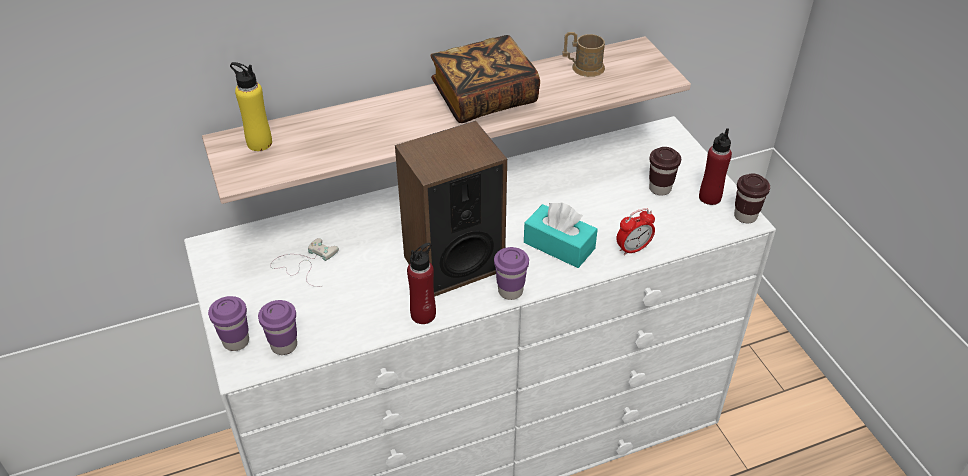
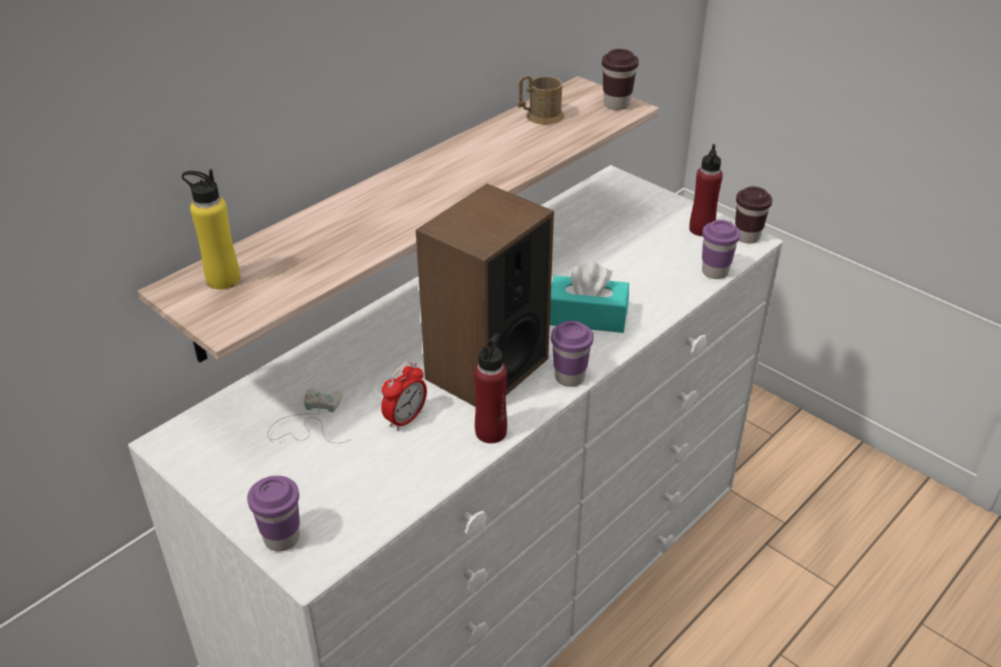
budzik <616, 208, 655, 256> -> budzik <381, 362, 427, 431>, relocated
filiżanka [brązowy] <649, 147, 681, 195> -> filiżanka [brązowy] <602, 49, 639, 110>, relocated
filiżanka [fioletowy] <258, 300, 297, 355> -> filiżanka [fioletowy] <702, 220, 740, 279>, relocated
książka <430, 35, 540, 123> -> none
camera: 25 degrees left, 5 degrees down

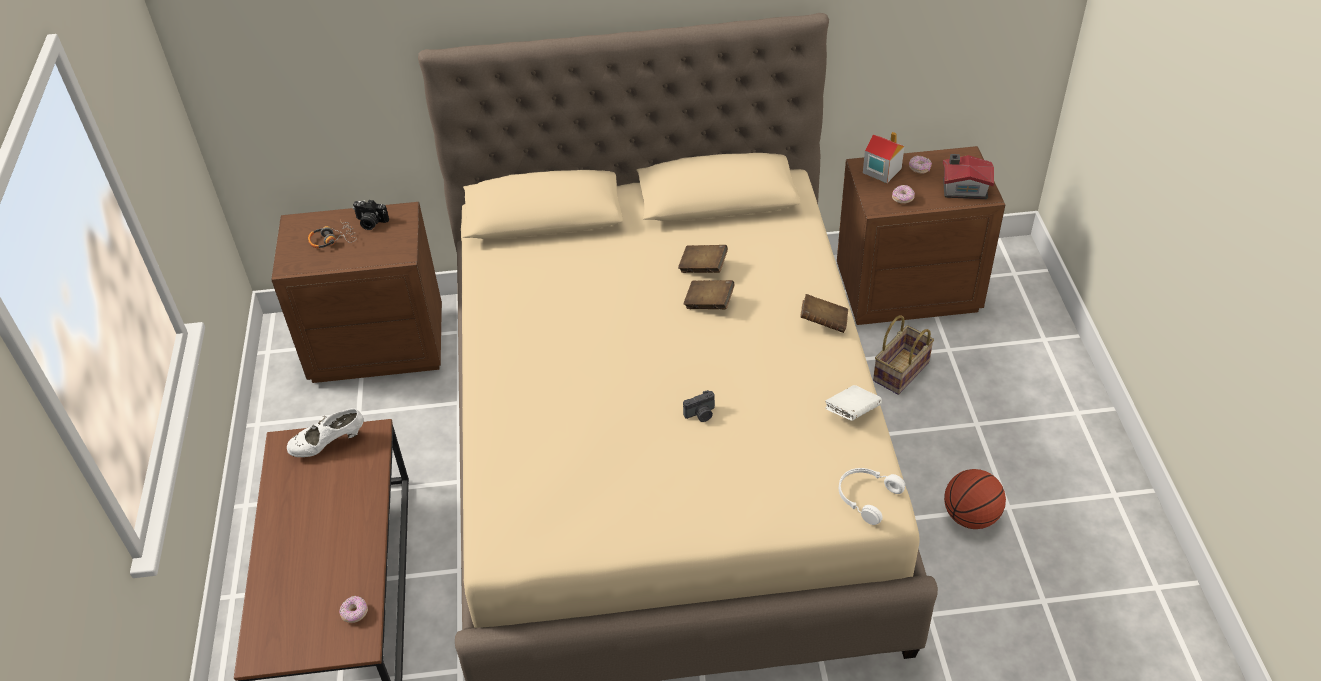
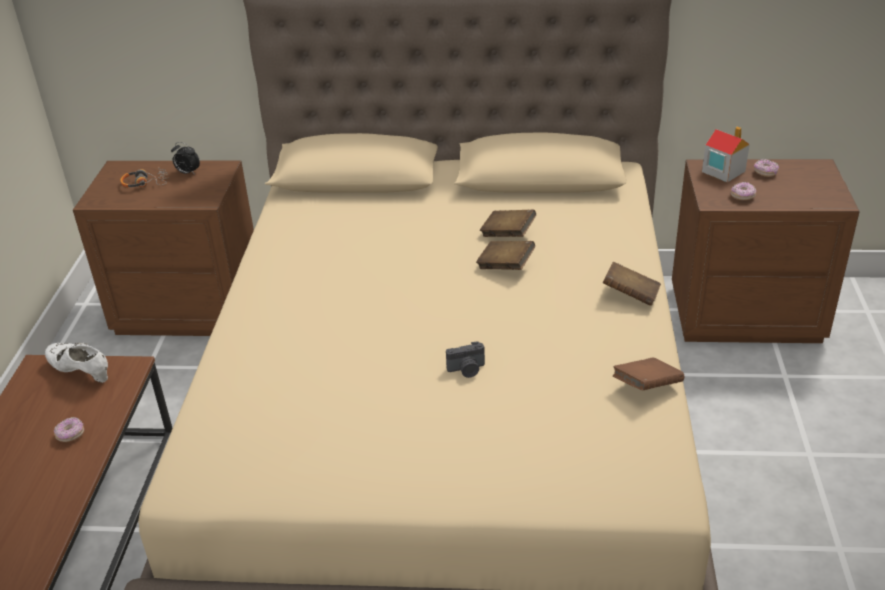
but [biały] <287, 408, 364, 457> -> but [biały] <45, 343, 108, 383>, 45 degrees clockwise
donut <339, 596, 368, 623> -> donut <54, 417, 84, 442>, relocated
aparat fotograficzny <353, 200, 389, 230> -> budzik <171, 142, 200, 175>
książka [biały] <825, 385, 882, 421> -> książka [brązowy] <612, 358, 684, 390>
słuchawki [biały] <839, 468, 905, 525> -> none
koszyk <873, 315, 934, 395> -> none
domek <943, 154, 994, 199> -> none
piłka do koszykówki <944, 469, 1006, 529> -> none
camera: 10 degrees right, 10 degrees down

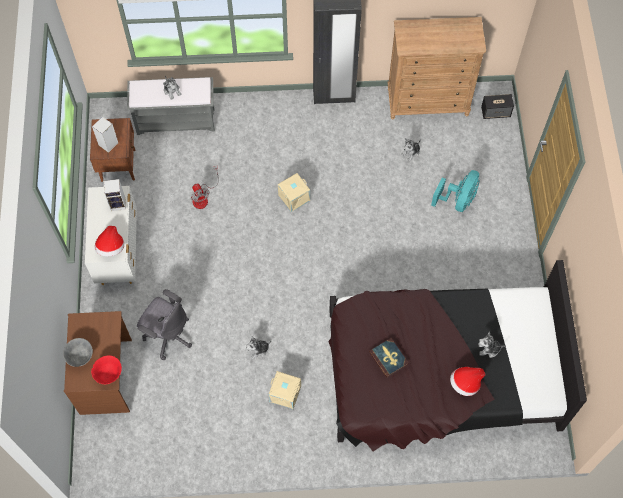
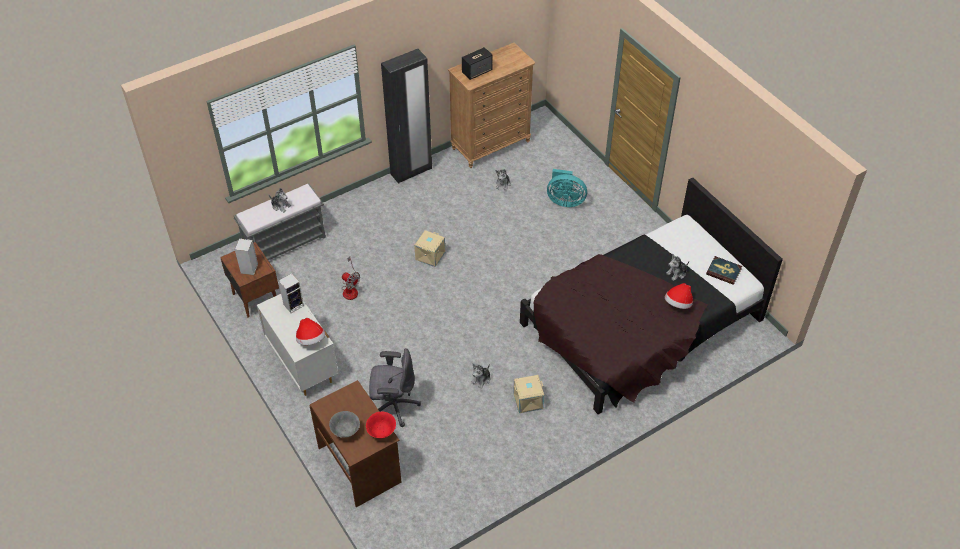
głośnik <481, 94, 514, 119> -> głośnik <462, 47, 493, 80>, relocated
wentylator [turkusowy] <431, 170, 479, 212> -> wentylator [turkusowy] <547, 169, 587, 207>, 105 degrees clockwise
książka <369, 338, 409, 378> -> książka <706, 256, 742, 285>, relocated
camera: 30 degrees left, 15 degrees down

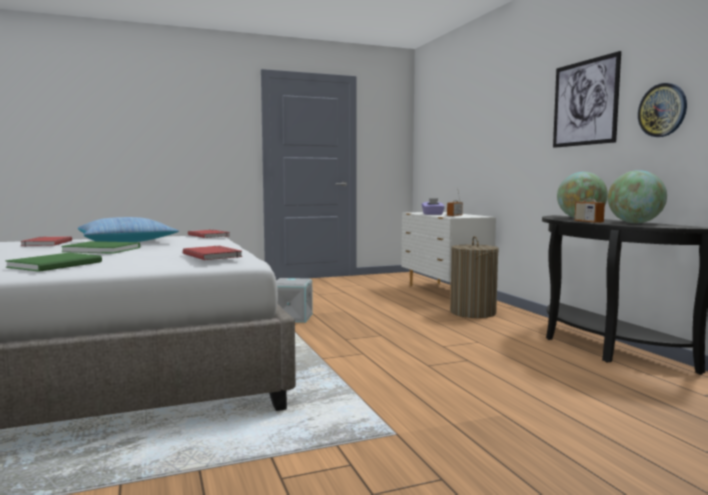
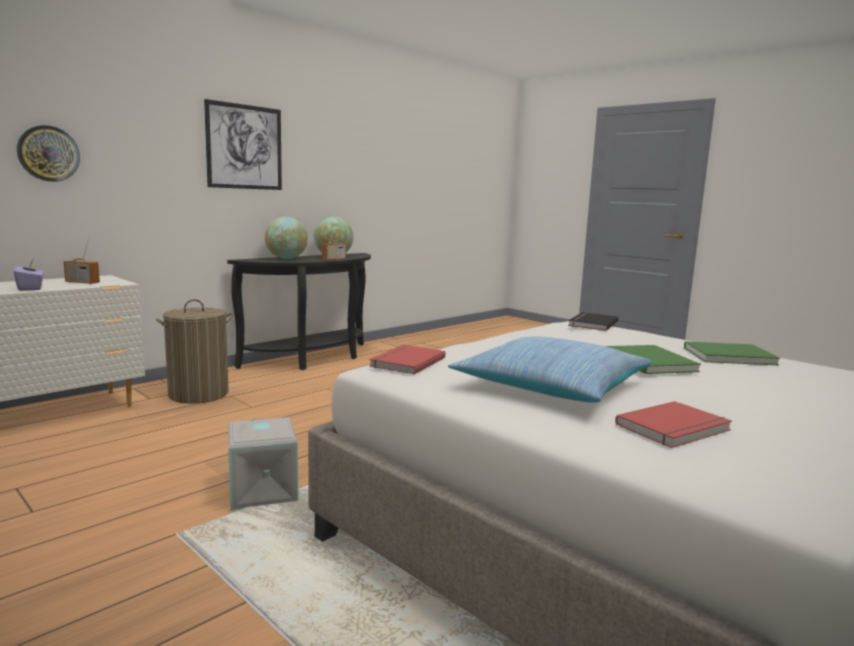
zegar ścienny <638, 83, 687, 137> -> zegar ścienny <17, 125, 80, 182>, relocated
książka [czerwony] <183, 246, 242, 260> -> książka [czarny] <568, 312, 619, 331>
camera: 115 degrees left, 5 degrees up

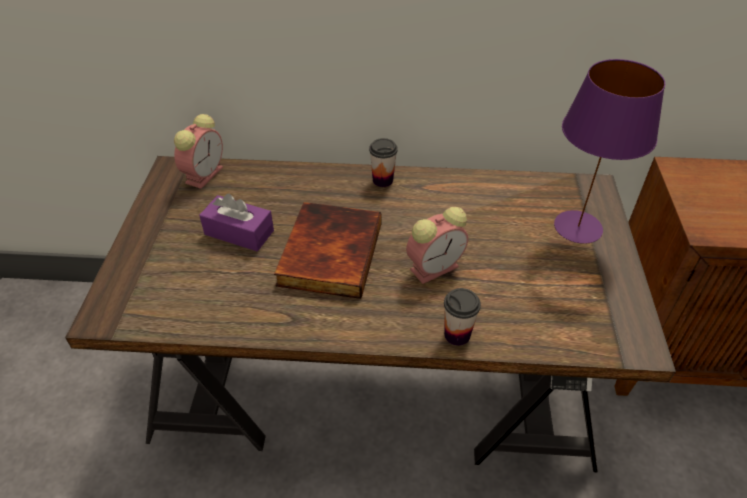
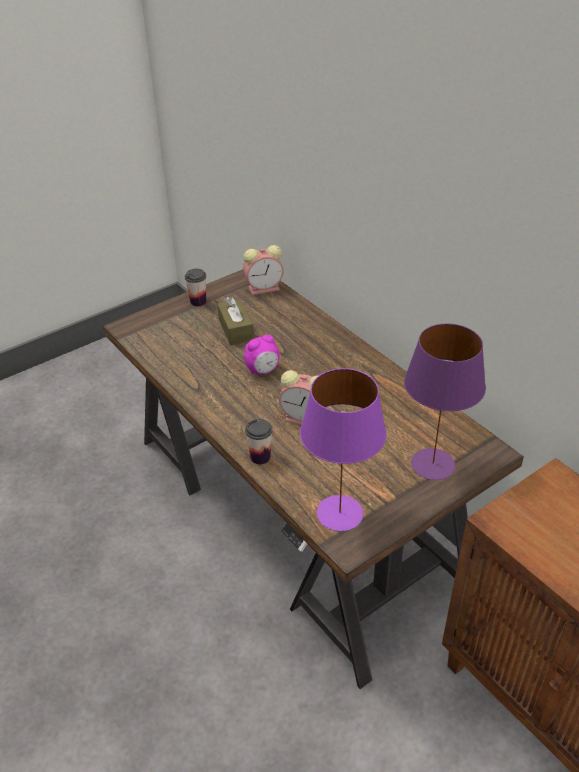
filiżanka <369, 138, 398, 187> -> filiżanka <185, 269, 206, 306>, relocated
pudełko chusteczek [fioletowy] <199, 194, 274, 252> -> pudełko chusteczek [brązowy] <217, 297, 254, 345>
książka <274, 202, 382, 299> -> budzik <244, 335, 280, 374>
none -> lampa stołowa [fioletowy] <300, 368, 386, 531>
camera: 50 degrees right, 5 degrees down

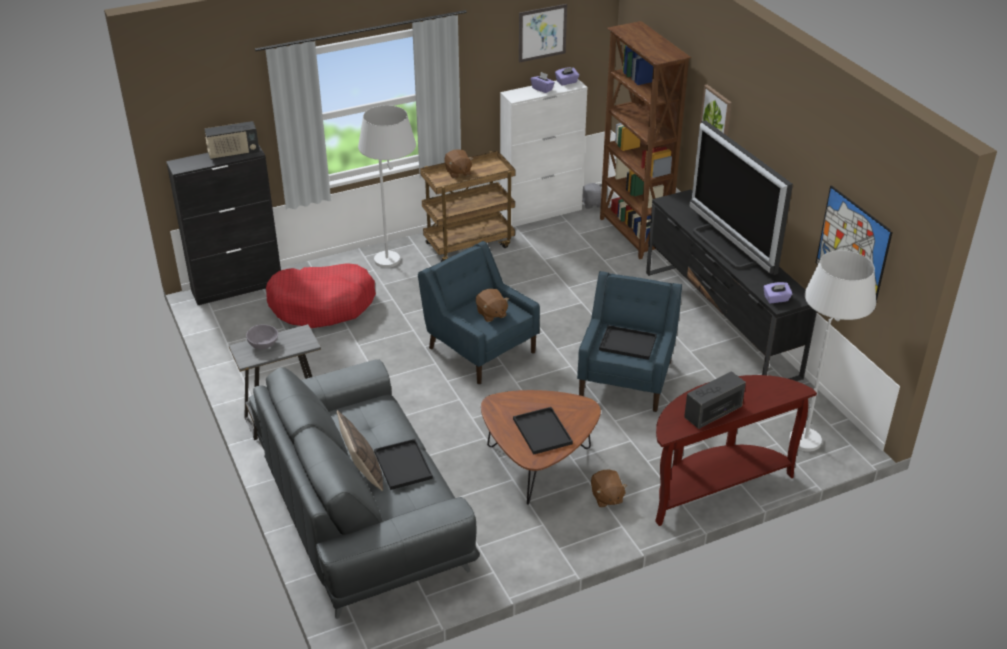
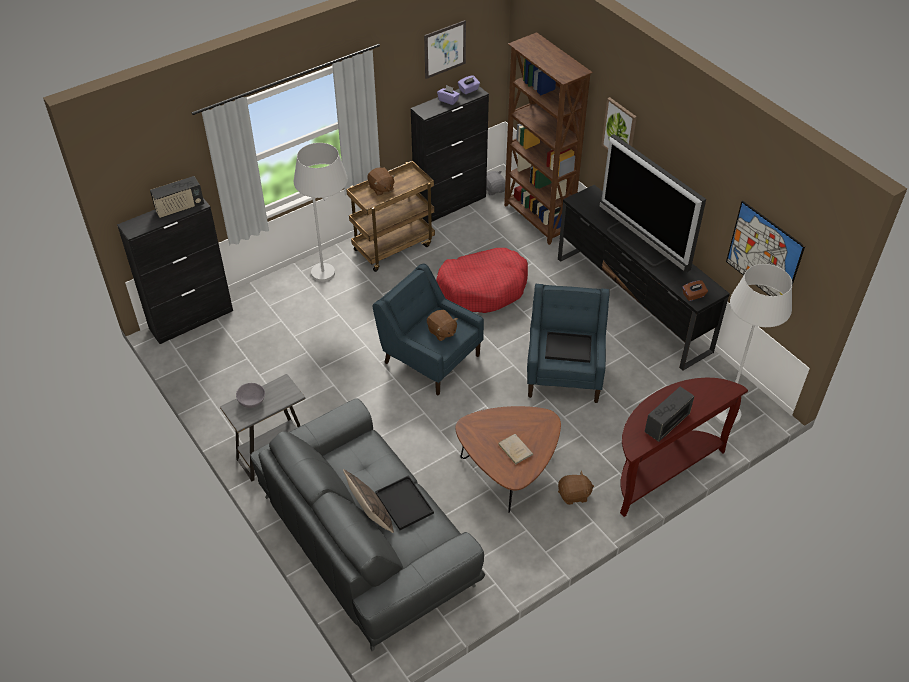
szafka [biały] <500, 79, 588, 227> -> szafka [czarny] <411, 86, 489, 223>
legowisko [czerwony] <266, 263, 376, 328> -> legowisko [czerwony] <436, 248, 528, 313>, relocated
taca [czarny] <513, 407, 573, 455> -> książka [beżowy] <497, 434, 533, 465>
pluszak [brązowy] <591, 470, 627, 507> -> pluszak [brązowy] <558, 471, 594, 505>, 75 degrees counterclockwise
pudełko chusteczek [fioletowy] <763, 282, 792, 303> -> pudełko chusteczek [brązowy] <683, 280, 708, 301>
camera: 10 degrees left, 10 degrees up

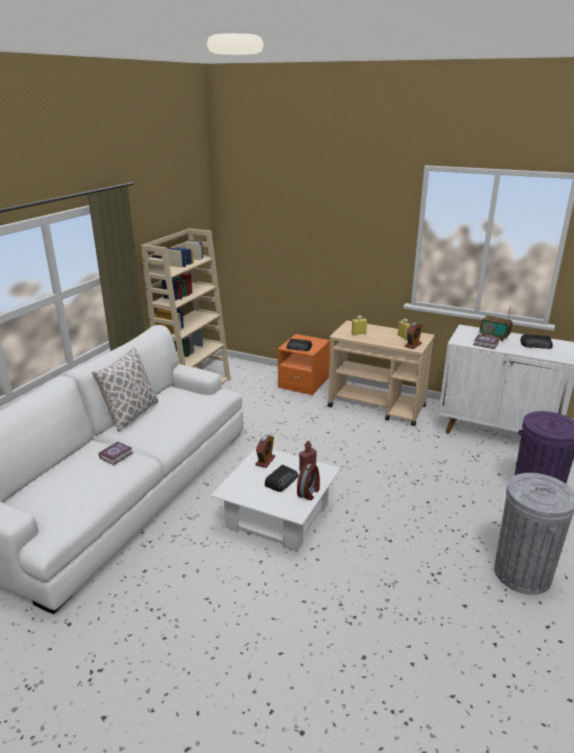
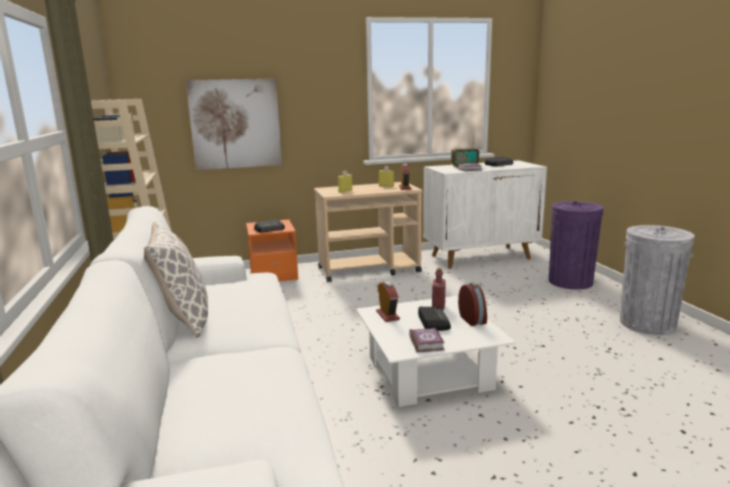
none -> obraz <186, 79, 282, 170>
książka <99, 442, 133, 465> -> książka <409, 328, 445, 353>, relocated
camera: 40 degrees left, 10 degrees down

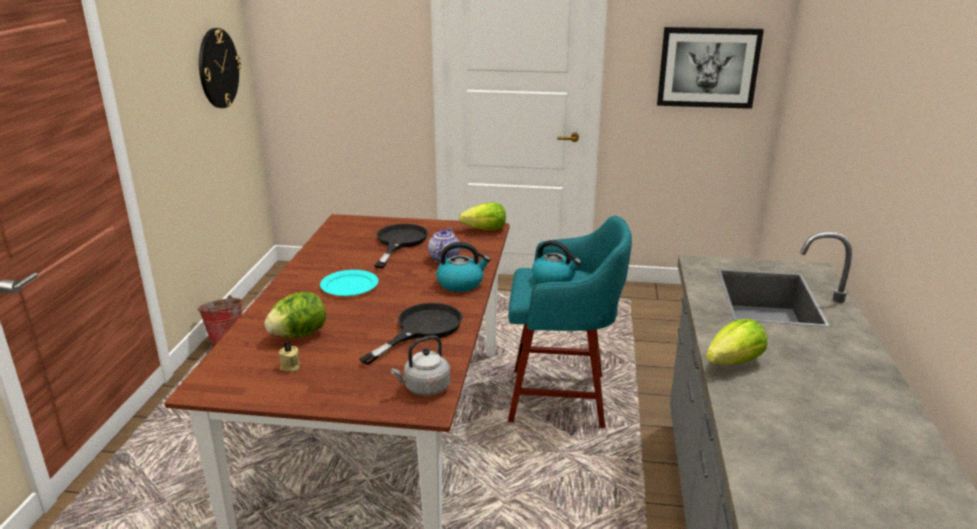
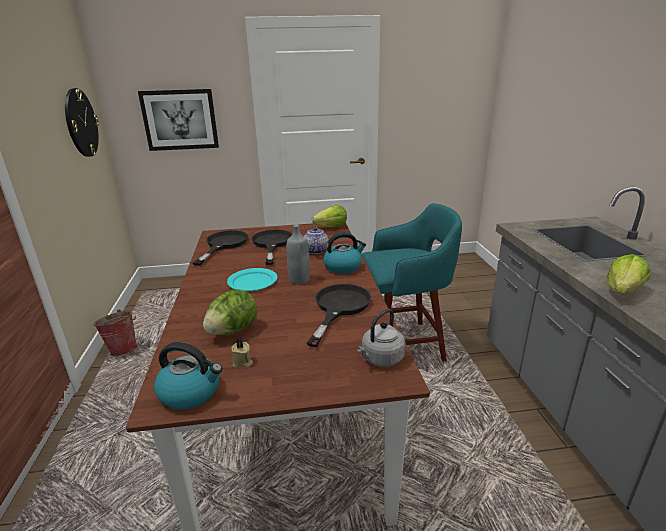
obraz <657, 27, 764, 109> -> obraz <138, 89, 219, 151>, relocated
czajnik <532, 240, 581, 283> -> czajnik <154, 342, 222, 410>, relocated
none -> patelnia [czarny] <193, 230, 248, 266>
none -> butelka [szary] <286, 225, 310, 285>
camera: 15 degrees left, 0 degrees up

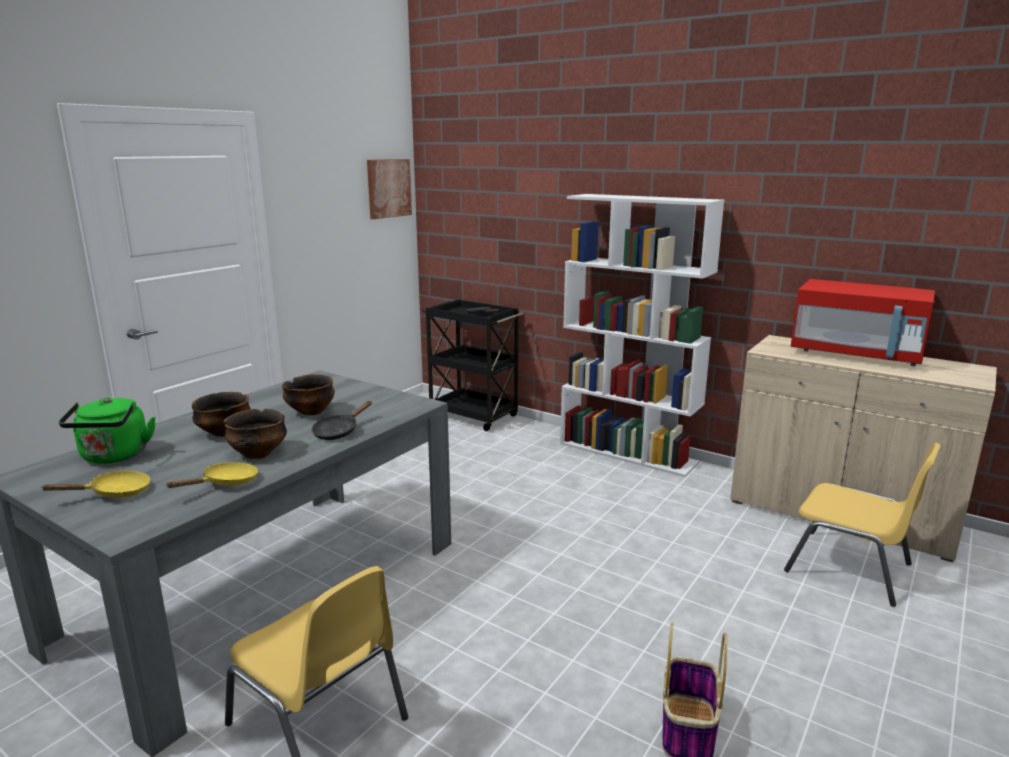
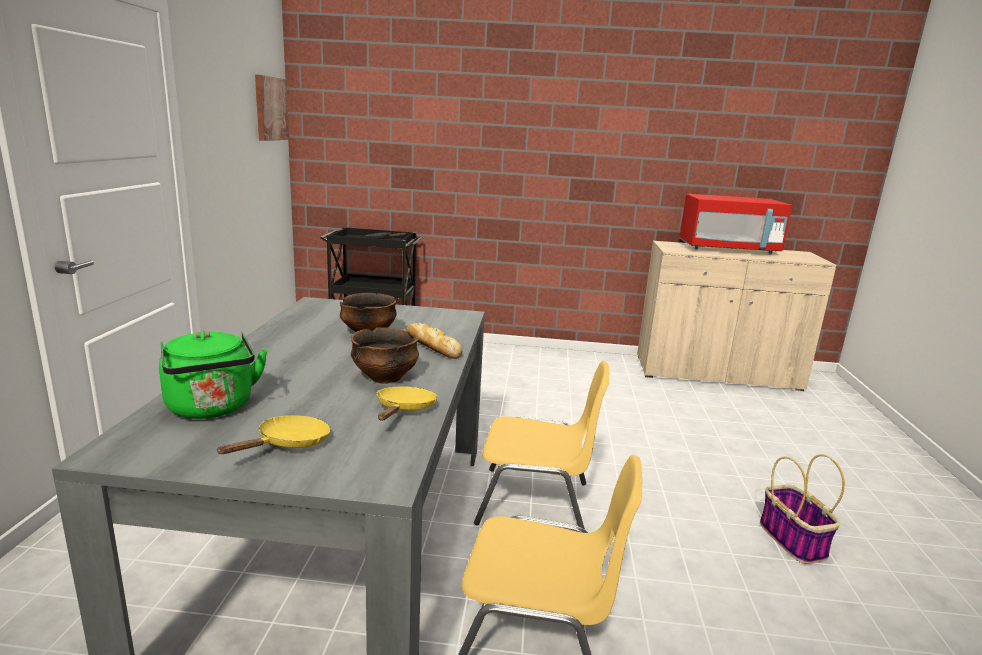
patelnia [czarny] <312, 401, 372, 440> -> chleb <405, 323, 462, 359>
krzesło [żółty] <784, 443, 941, 607> -> krzesło [żółty] <474, 361, 609, 529>, relocated
miska <192, 392, 251, 437> -> none
regał [biały] <560, 194, 724, 477> -> none
camera: 30 degrees left, 0 degrees up

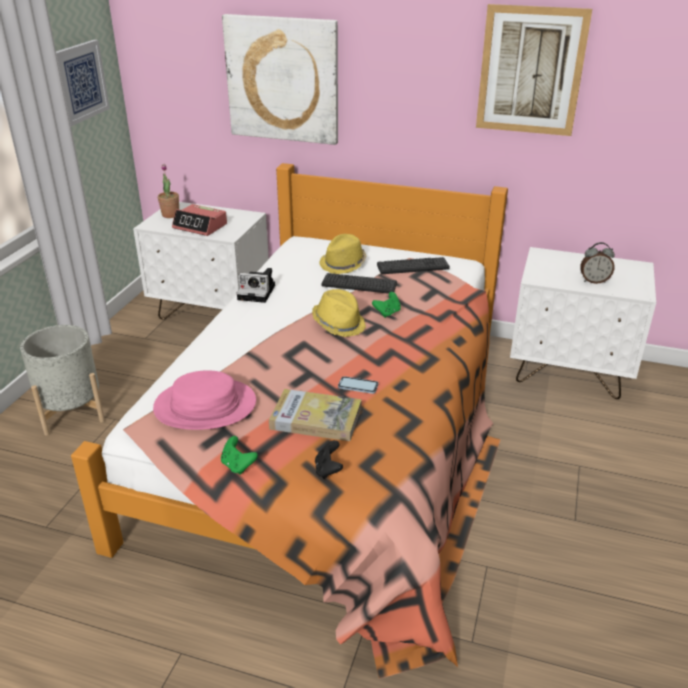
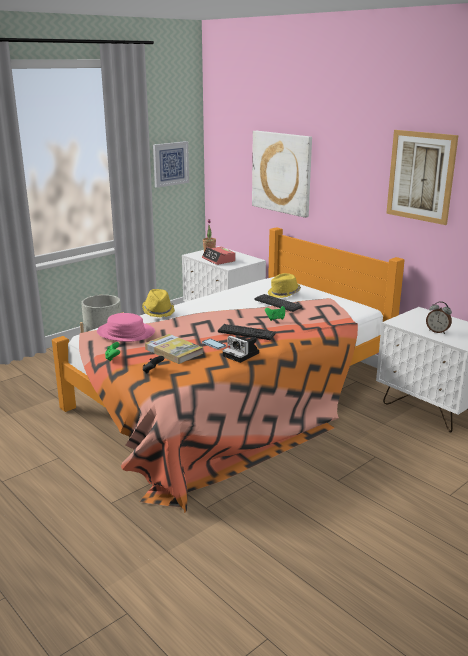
kapelusz [żółty] <312, 289, 366, 337> -> kapelusz [żółty] <142, 289, 175, 317>, relocated
klawiatura <377, 257, 450, 274> -> klawiatura <218, 324, 276, 340>, relocated
aparat fotograficzny <237, 268, 275, 303> -> aparat fotograficzny <223, 336, 259, 363>, relocated
camera: 30 degrees right, 10 degrees down

